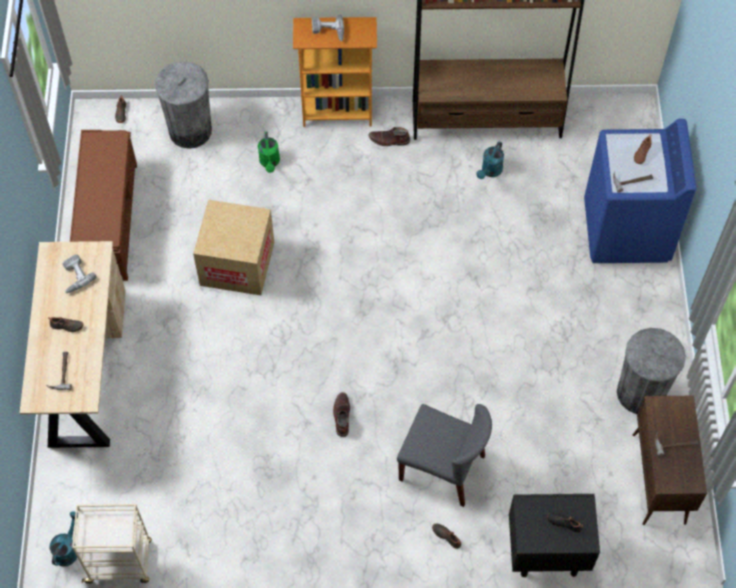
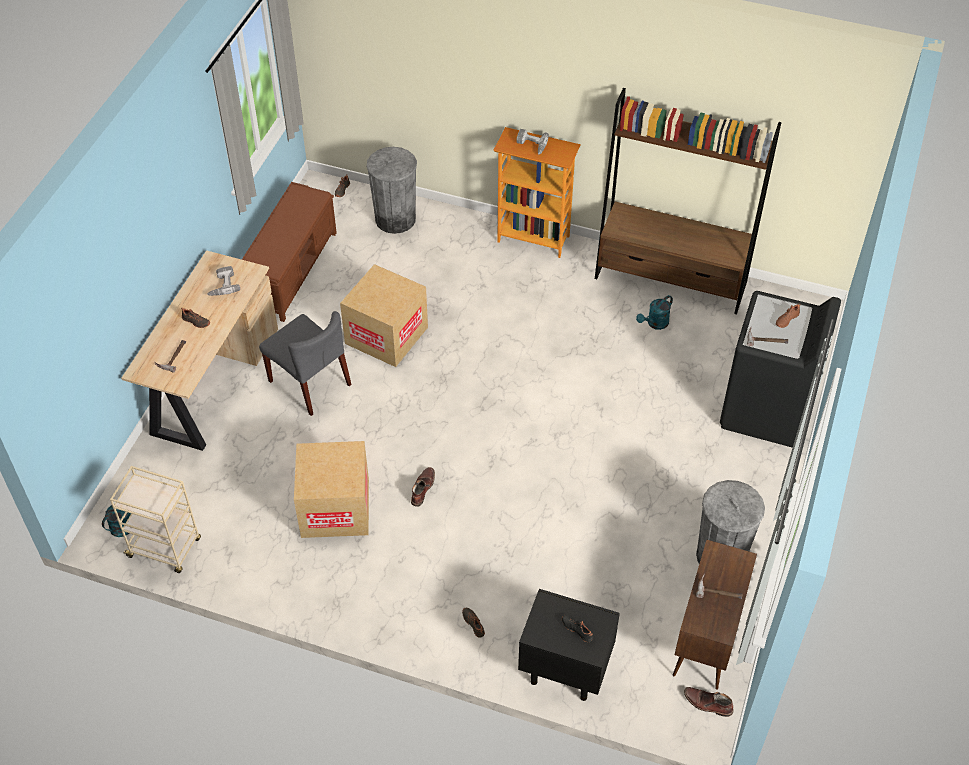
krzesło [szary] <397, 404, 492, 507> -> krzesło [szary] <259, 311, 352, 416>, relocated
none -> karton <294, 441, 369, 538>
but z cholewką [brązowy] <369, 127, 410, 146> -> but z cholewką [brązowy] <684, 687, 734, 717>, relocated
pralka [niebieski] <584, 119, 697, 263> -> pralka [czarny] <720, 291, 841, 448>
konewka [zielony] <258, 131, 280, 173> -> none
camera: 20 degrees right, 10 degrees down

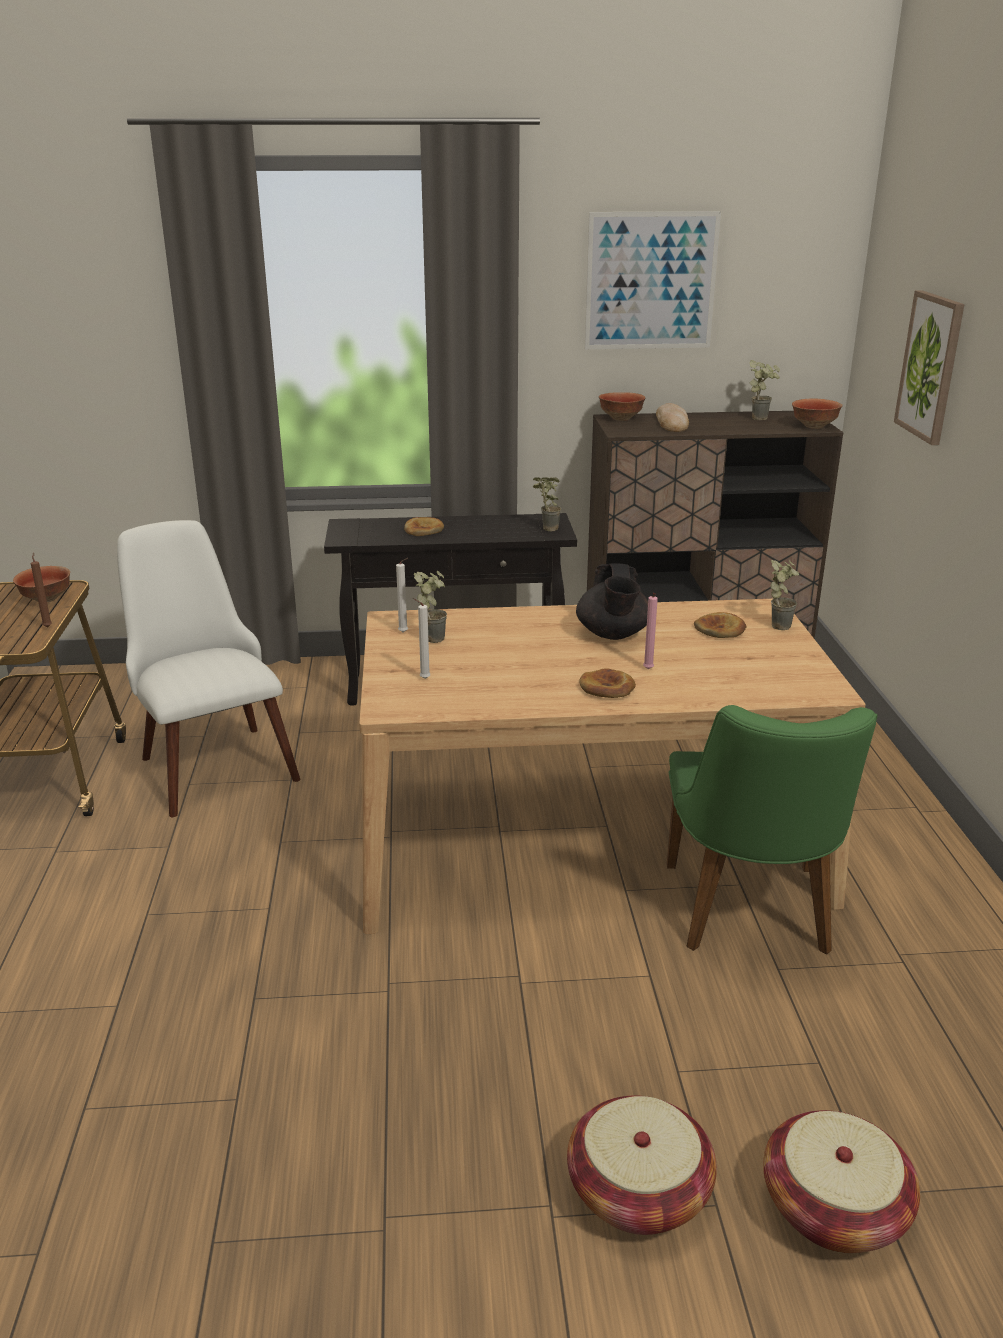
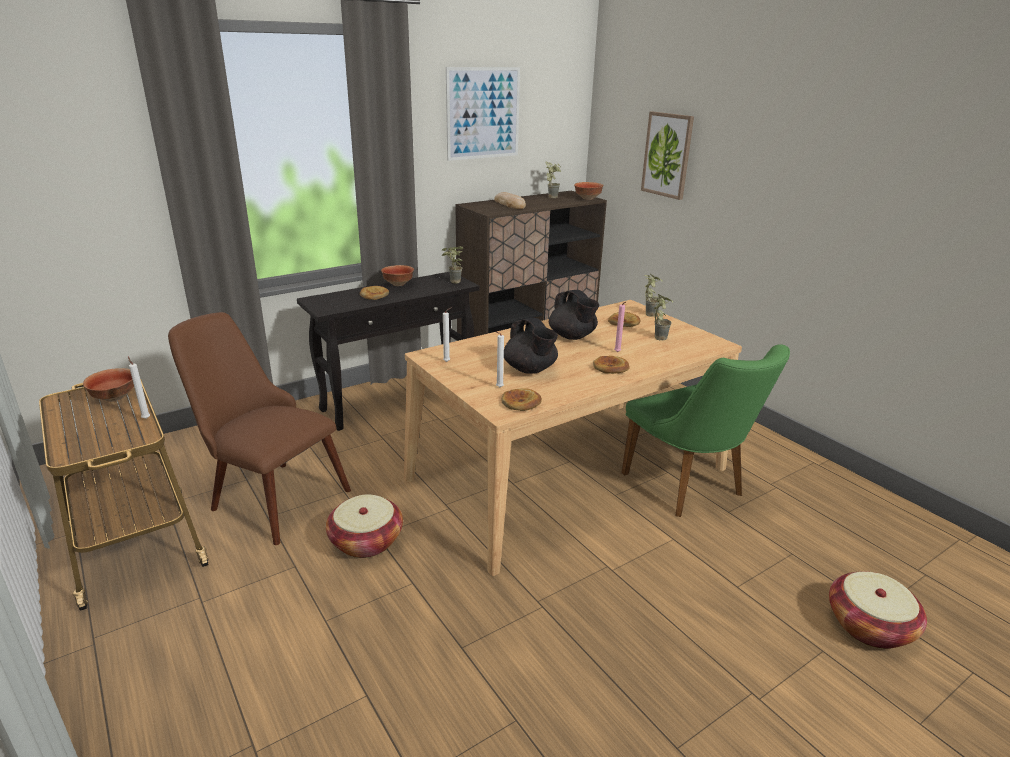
świeca [brązowy] <31, 552, 52, 627> -> świeca [biały] <128, 357, 150, 419>
krzesło [biały] <117, 520, 300, 817> -> krzesło [brązowy] <168, 312, 351, 545>
koszyk <567, 1095, 717, 1235> -> koszyk <326, 495, 403, 558>, relocated
miska <599, 392, 645, 421> -> miska <381, 265, 414, 286>, relocated
none -> chleb <501, 388, 542, 411>
none -> imbryk [czarny] <504, 318, 558, 374>
roślina doniczkowa <414, 571, 447, 643> -> roślina doniczkowa <654, 294, 673, 340>, relocated
camera: 30 degrees left, 0 degrees up

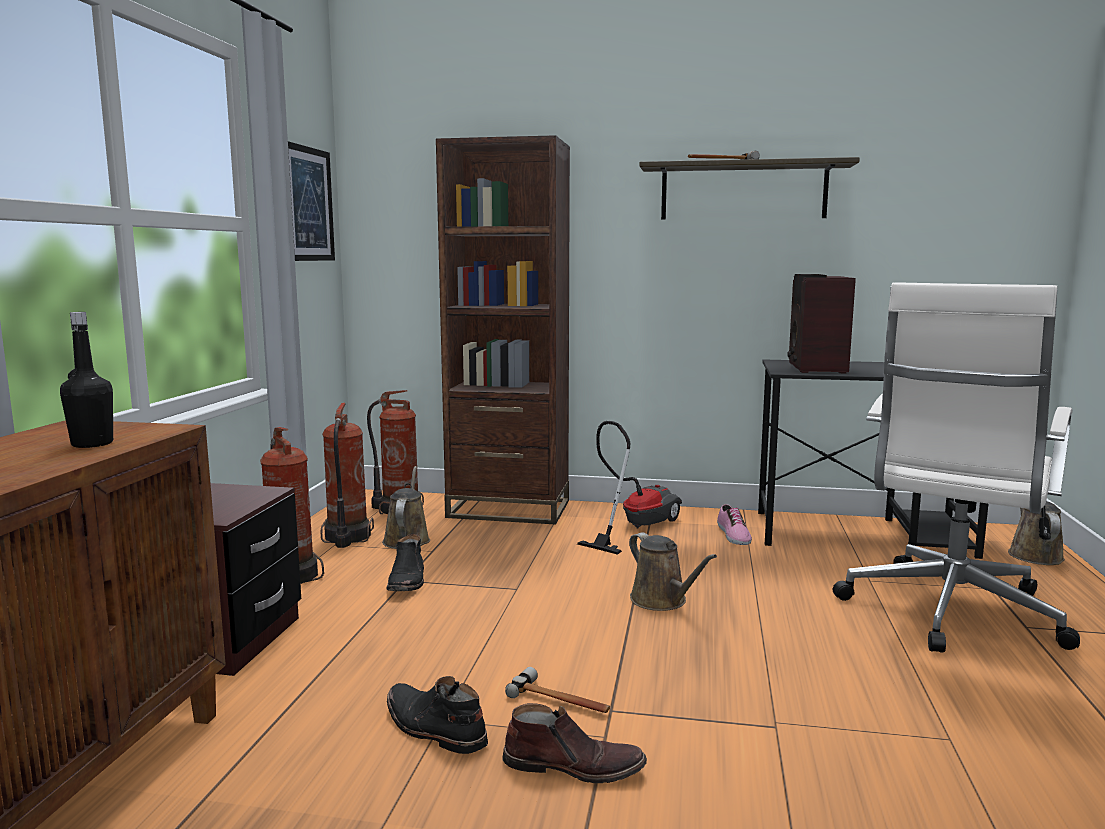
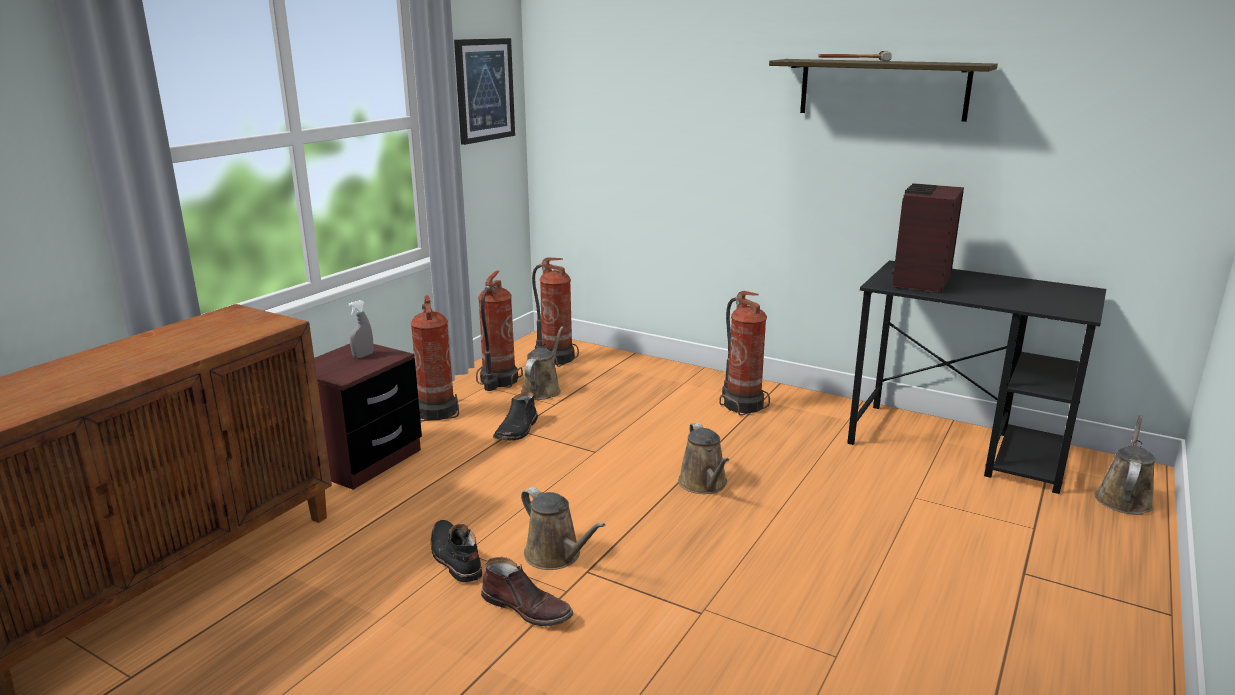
none -> spryskiwacz [szary] <348, 300, 374, 359>
młotek <505, 667, 610, 713> -> konewka [brązowy] <521, 487, 605, 570>
odkurzacz <577, 421, 682, 555> -> gaśnica <719, 291, 770, 416>
butelka [czarny] <60, 312, 113, 448> -> none
regał [brązowy] <436, 135, 570, 525> -> none
but <717, 504, 752, 545> -> none
krzesło biurowe [biały] <833, 282, 1080, 653> -> none
camera: 20 degrees right, 10 degrees up

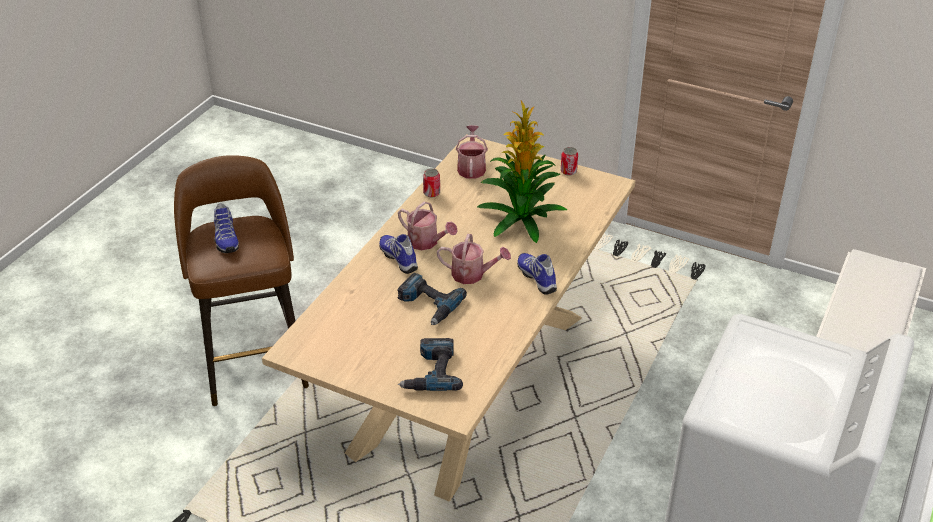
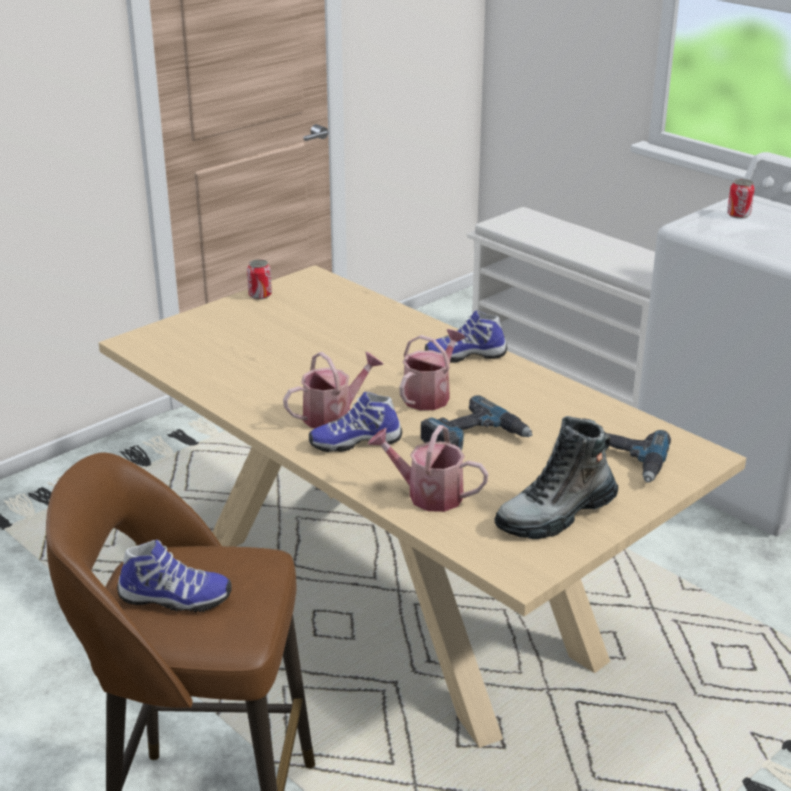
konewka <456, 125, 488, 179> -> konewka <368, 425, 488, 512>, relocated
none -> but z cholewką <494, 416, 618, 539>
puszka <423, 168, 440, 197> -> puszka <727, 179, 755, 219>, relocated
roślina doniczkowa <478, 101, 567, 243> -> none
camera: 70 degrees left, 10 degrees down

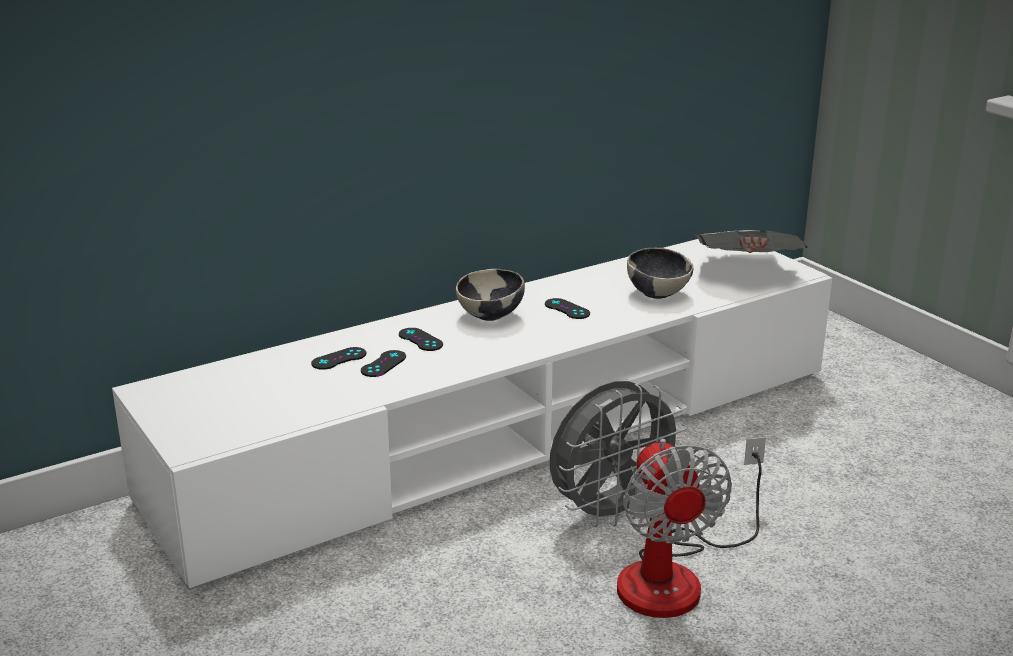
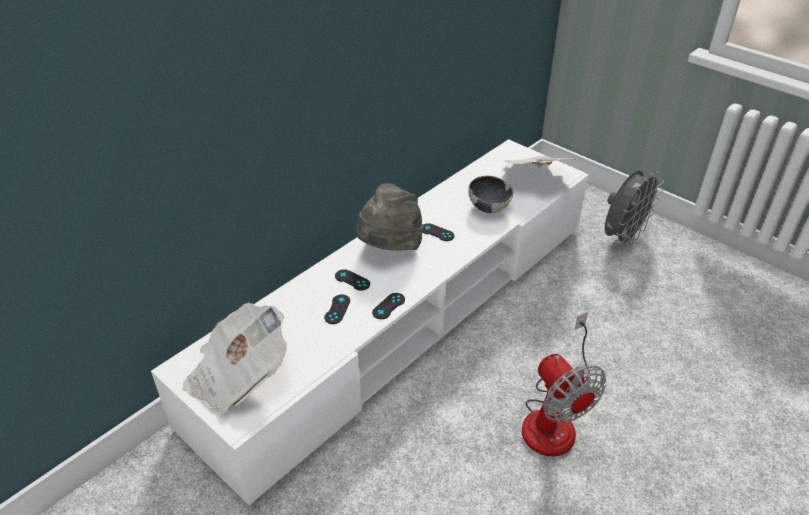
none -> gazeta <183, 303, 287, 413>
miska <456, 269, 525, 321> -> kapelusz [szary] <356, 183, 423, 250>
pad do gier [czarny] <311, 347, 366, 370> -> pad do gier [czarny] <372, 293, 405, 319>, relocated
wentylator [szary] <550, 381, 688, 527> -> wentylator [szary] <605, 170, 664, 248>, relocated
camera: 15 degrees left, 15 degrees up

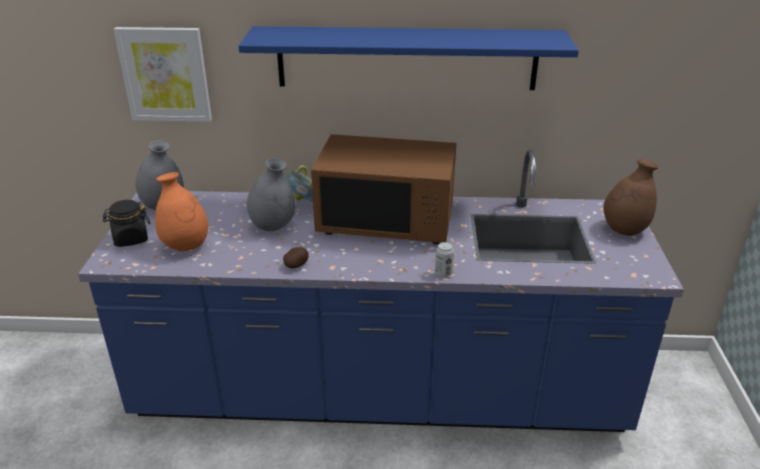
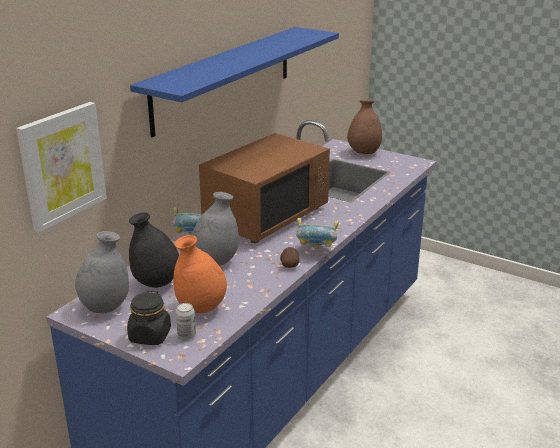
none -> wazon [czarny] <129, 212, 179, 288>
puszka <435, 242, 454, 277> -> puszka <176, 303, 196, 340>, relocated
none -> miska <296, 218, 339, 249>
camera: 60 degrees left, 5 degrees down

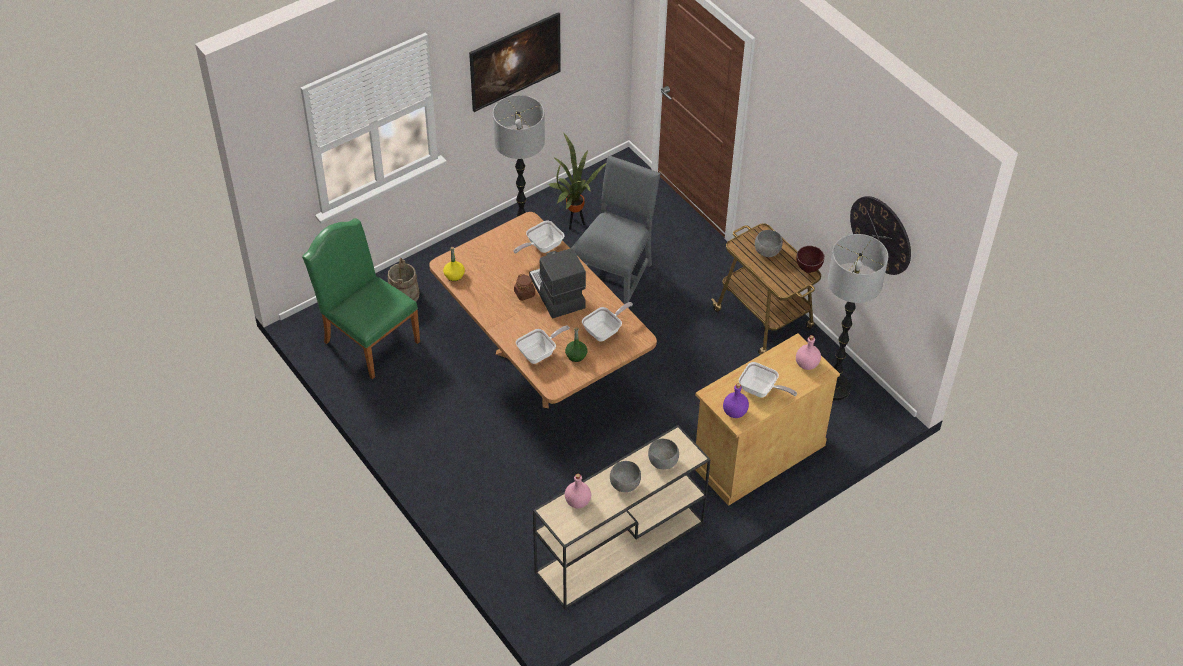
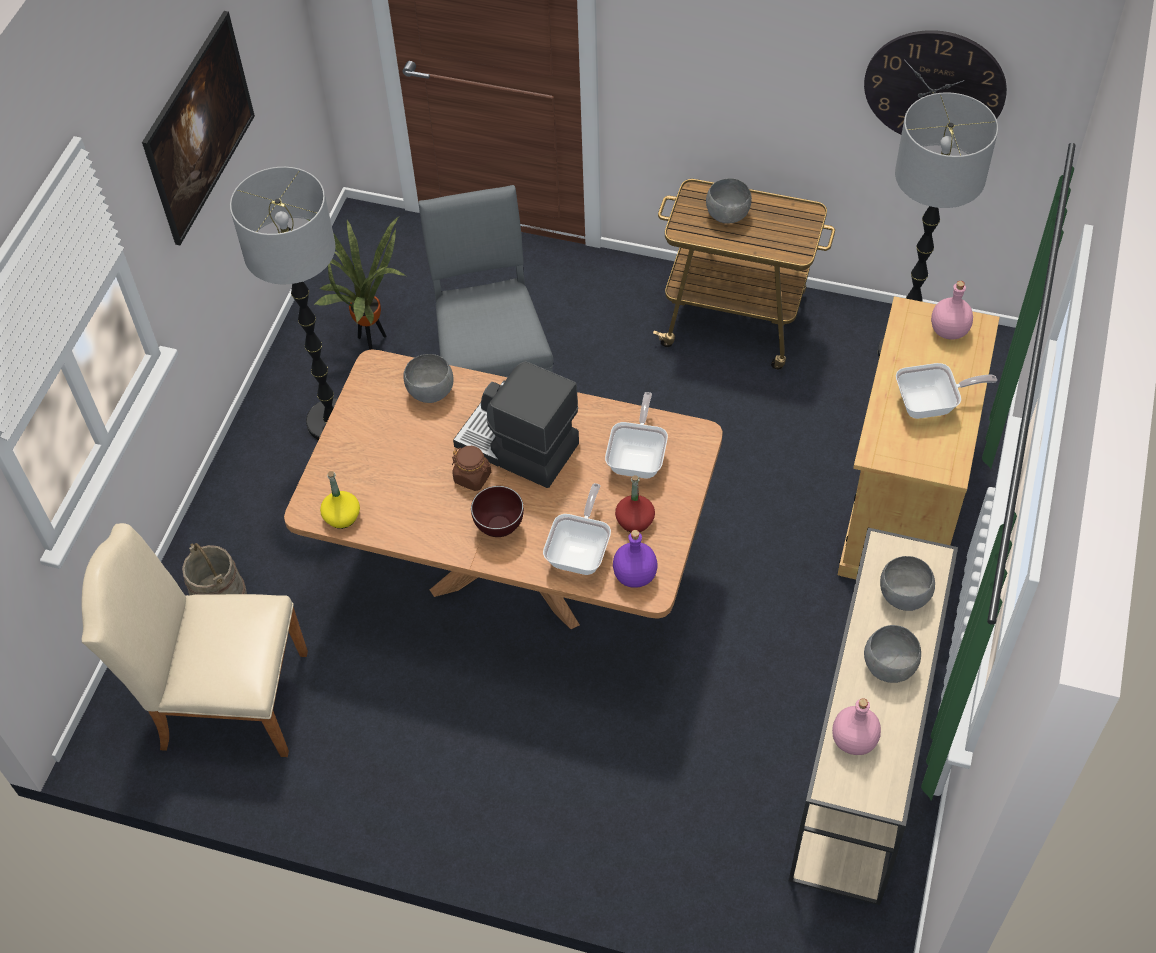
krzesło [zielony] <302, 218, 420, 379> -> krzesło [beżowy] <81, 523, 308, 757>
patelnia <513, 221, 564, 254> -> miska [szary] <403, 354, 454, 403>
miska [brązowy] <796, 246, 825, 273> -> miska [brązowy] <471, 486, 524, 537>, relocated
butelka [fioletowy] <723, 383, 749, 418> -> butelka [fioletowy] <613, 530, 657, 588>, relocated
butelka [zielony] <565, 327, 587, 362> -> butelka [czerwony] <615, 475, 655, 533>
camera: 35 degrees left, 5 degrees up

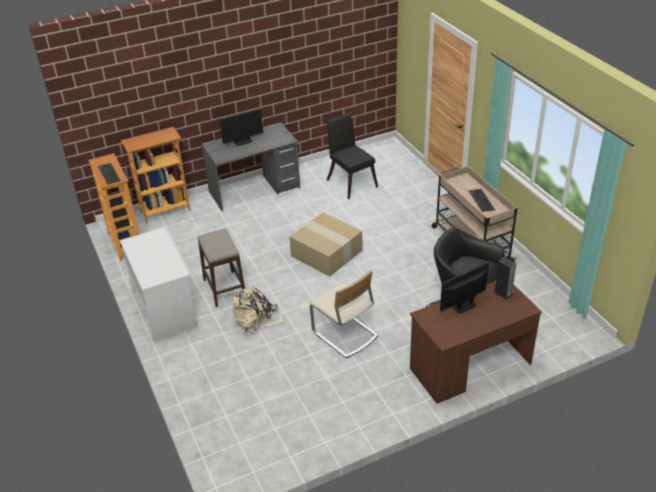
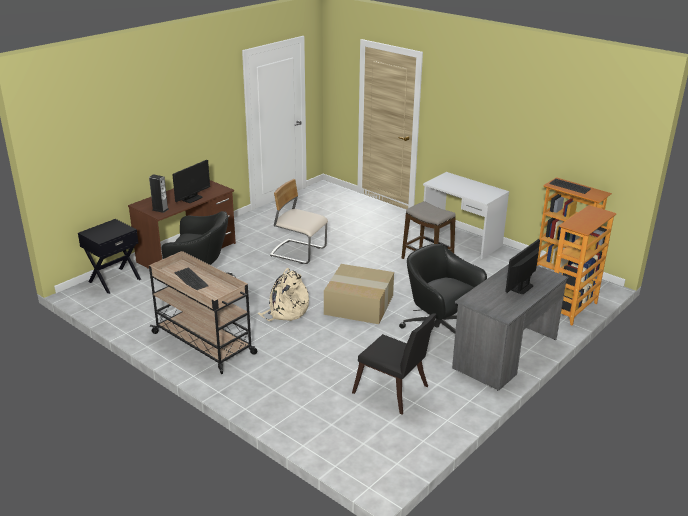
none -> szafka nocna [czarny] <78, 219, 141, 294>
plecak [beżowy] <232, 286, 283, 334> -> plecak [beżowy] <258, 268, 309, 321>, relocated
none -> krzesło biurowe [czarny] <399, 244, 487, 334>
camera: 155 degrees right, 10 degrees down

